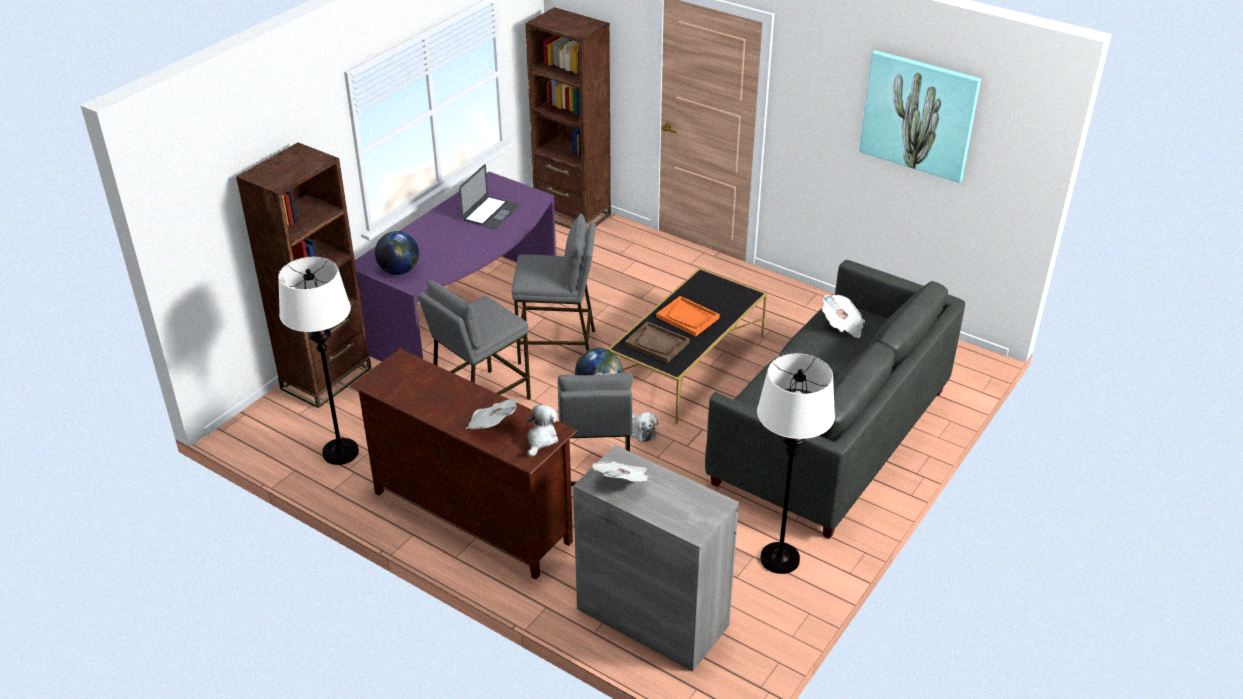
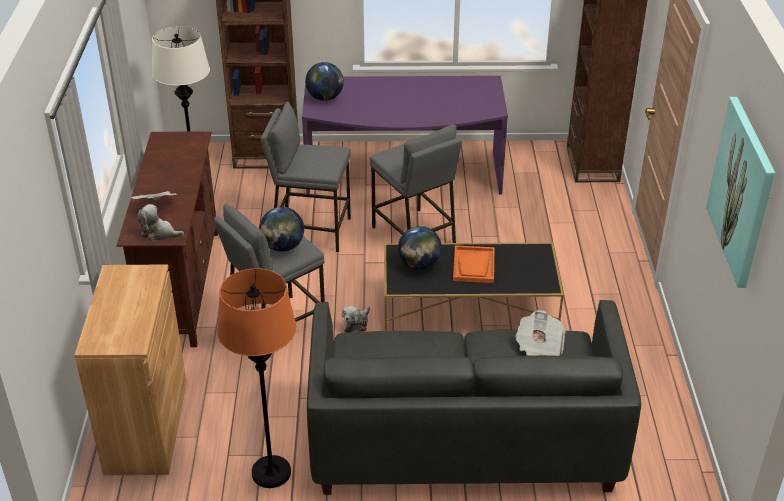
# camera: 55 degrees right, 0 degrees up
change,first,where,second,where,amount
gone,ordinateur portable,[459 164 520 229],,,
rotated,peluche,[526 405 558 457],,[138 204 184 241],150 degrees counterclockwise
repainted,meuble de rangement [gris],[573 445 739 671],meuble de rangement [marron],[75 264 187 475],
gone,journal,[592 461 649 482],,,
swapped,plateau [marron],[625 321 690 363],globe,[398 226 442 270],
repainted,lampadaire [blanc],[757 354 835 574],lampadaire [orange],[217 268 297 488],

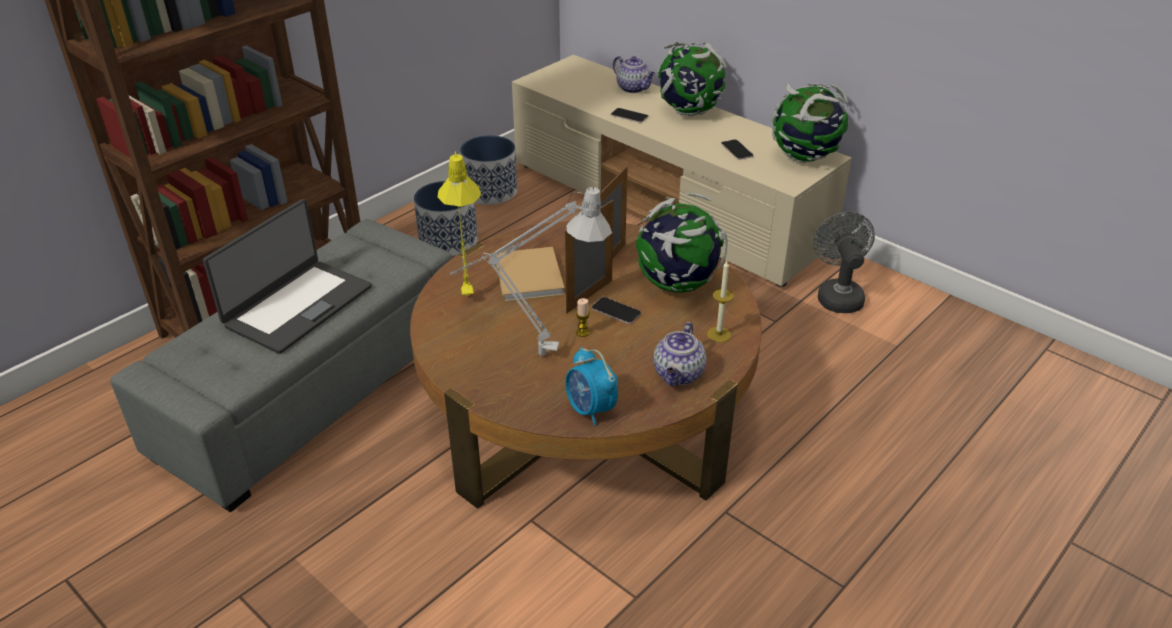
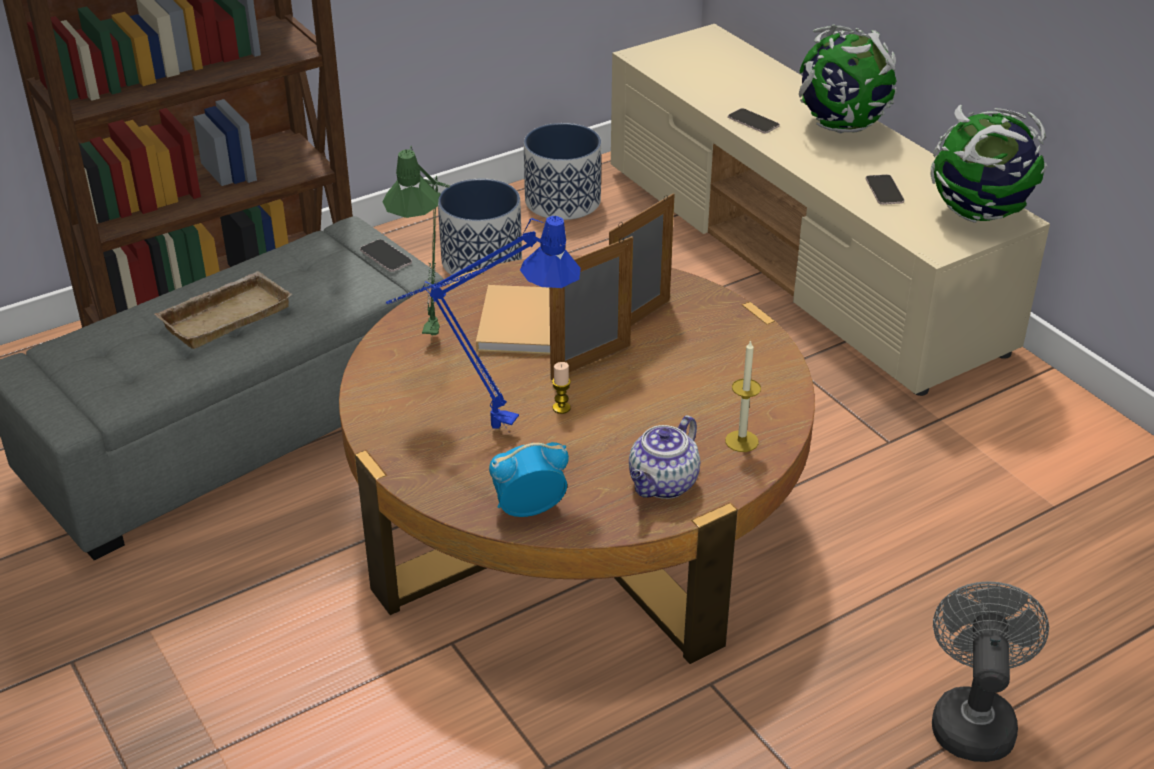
# camera: 15 degrees right, 0 degrees up
change,first,where,second,where,amount
swapped,ordinateur portable,[203 199 372 354],plateau [beige],[154 271 292 349],
repainted,lampe de table [jaune],[438 151 481 295],lampe de table [vert],[382 146 450 335],
repainted,lampe de table [gris],[450 187 612 356],lampe de table [bleu],[386 216 581 430],
rotated,réveil,[565 347 618 426],,[489 442 569 517],90 degrees clockwise
shifted,téléphone,[592 297 641 324],,[360 239 412 272],
gone,théière,[613 56 655 93],,,
gone,globe,[636 193 727 293],,,
shifted,ventilateur [gris],[813 212 875 313],,[932 581 1049 762],

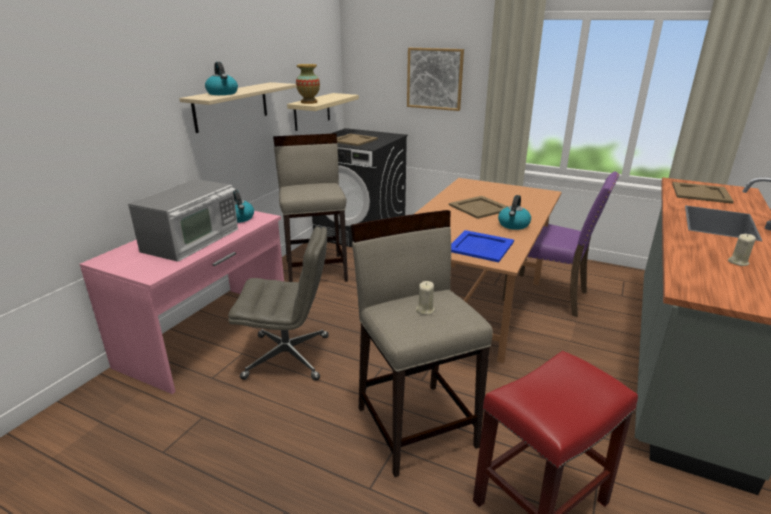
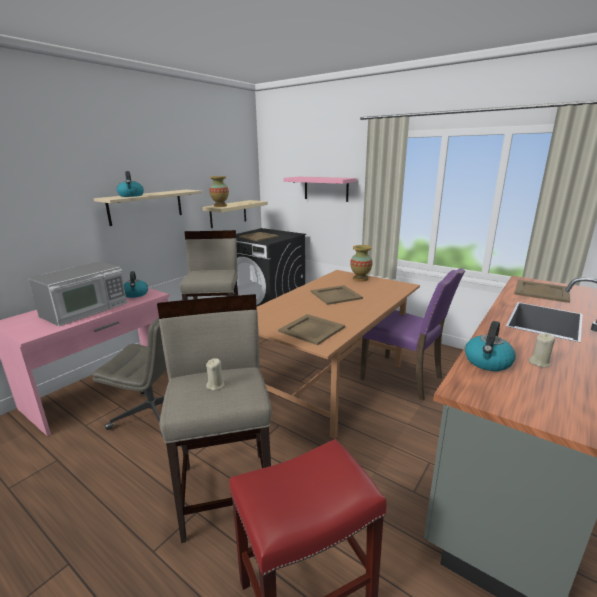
# camera: 10 degrees right, 5 degrees down
change,first,where,second,where,amount
swapped,tableau,[407 48 464 111],étagère [rose],[284 177 357 202],
repainted,plateau [bleu],[451 230 514 262],plateau [beige],[278 314 345 345],
shifted,bouilloire,[498 195 531 230],,[465 321 516 371],
new,,,vase,[350 245 373 281],

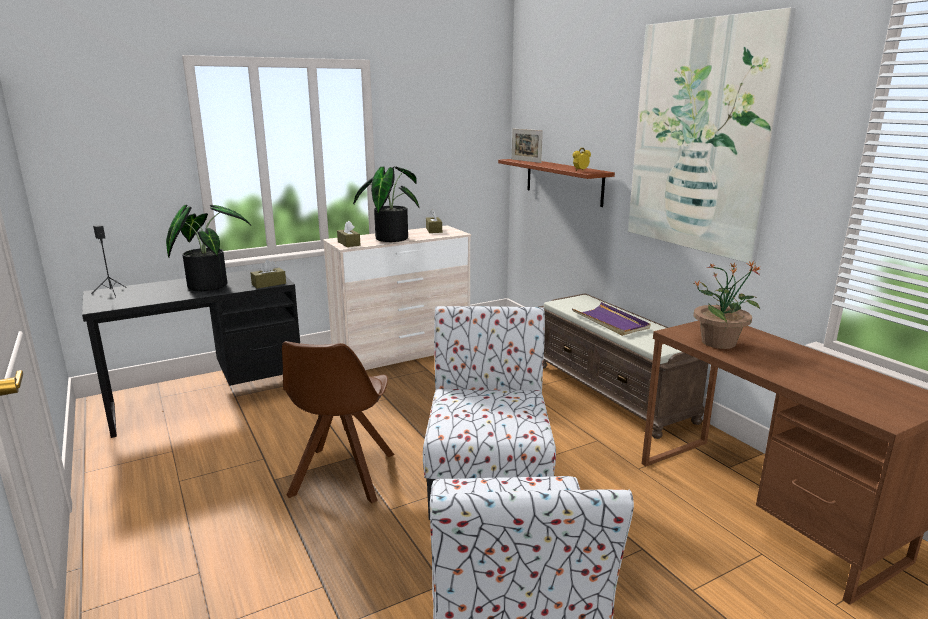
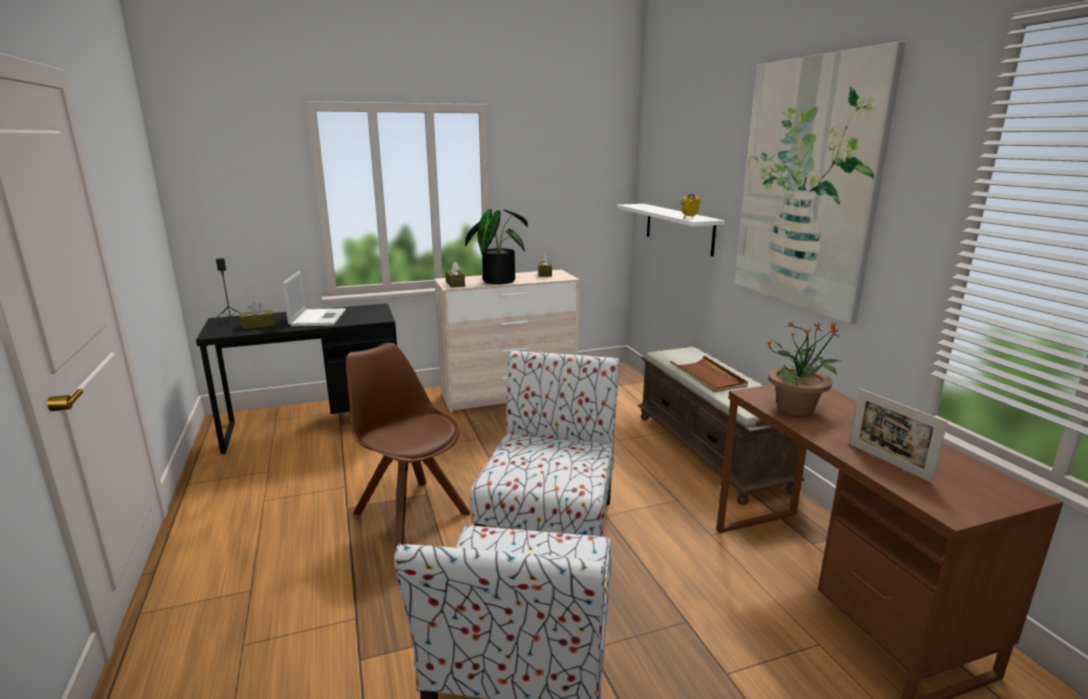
# camera: 10 degrees right, 0 degrees up
change,first,where,second,where,amount
swapped,plante en pot,[166 204 251 291],ordinateur portable,[282 271 346 327],
shifted,boîte à mouchoirs [marron],[250 260 286 289],,[240 301 275 329],
rotated,chaise [marron],[282 341 394 503],,[346 343 470 550],120 degrees clockwise
repainted,étagère [marron],[498 159 615 207],étagère [blanc],[617 204 725 256],
shifted,cadre photo,[512 128 543 163],,[849 388 947 483],
repainted,plateau [violet],[572 302 650 336],plateau [marron],[670 356 748 393],

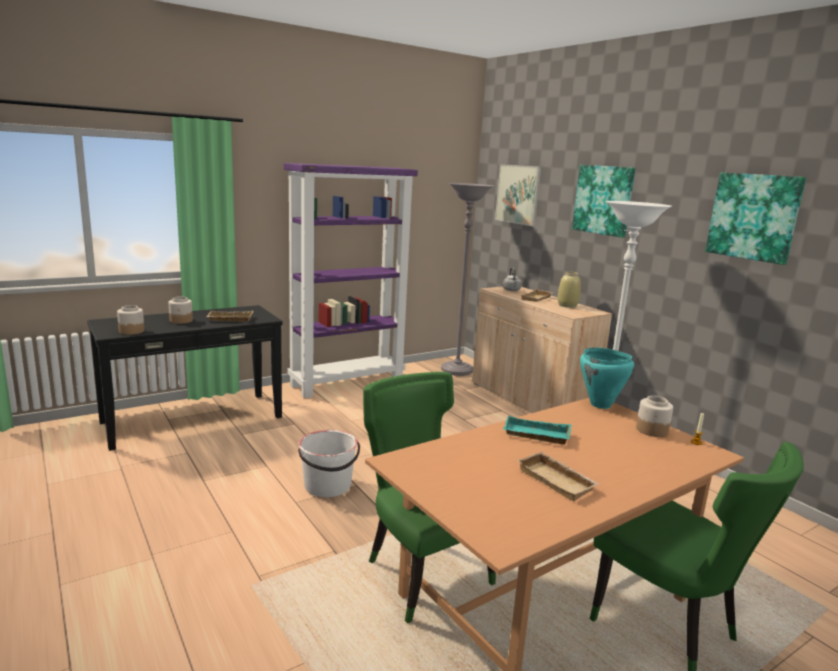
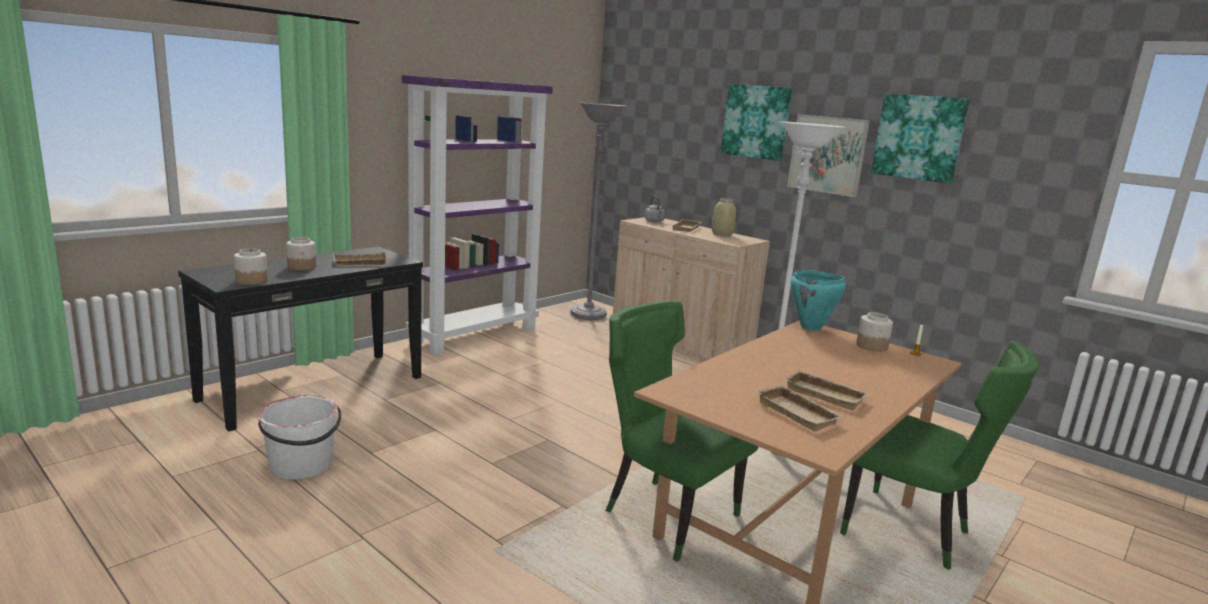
# camera: 15 degrees left, 0 degrees up
change,first,where,second,where,amount
shifted,seau [blanc],[298 430 360 497],,[258 396 341 480],
shifted,tableau,[495 164 541 226],,[787 114 870 197],
gone,plateau [turquoise],[503 416 571 445],,,
new,,,plateau [beige],[757 385 844 432],

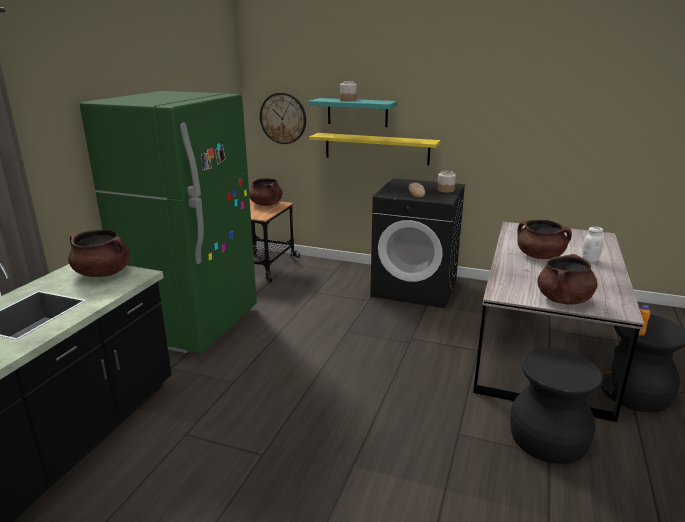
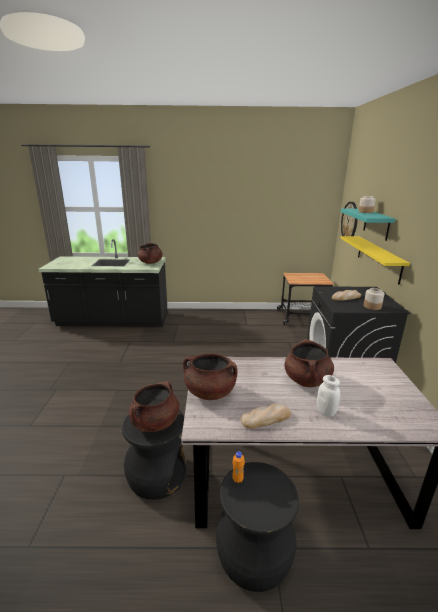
# camera: 70 degrees right, 0 degrees up
change,first,where,second,where,amount
gone,réfrigérateur [vert],[80 91 257 354],,,
shifted,marmite [marron],[249 178 282 206],,[129 381 179 432],
new,,,pain,[241 404 291 429],

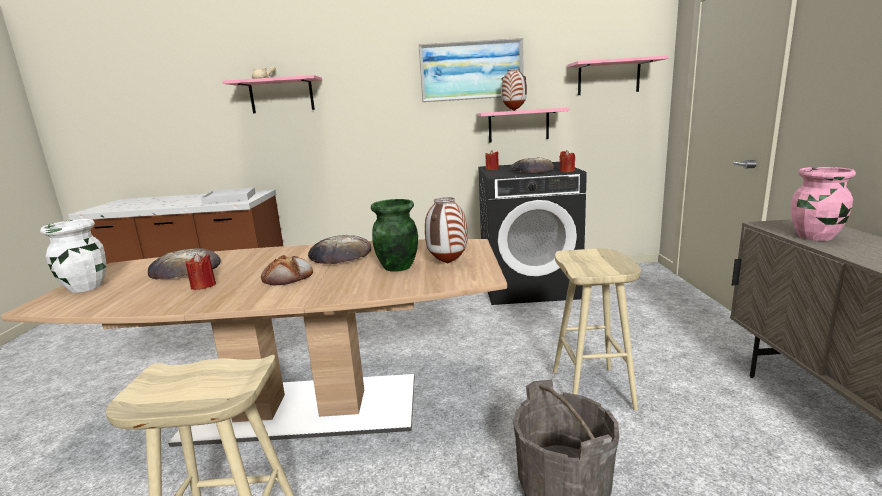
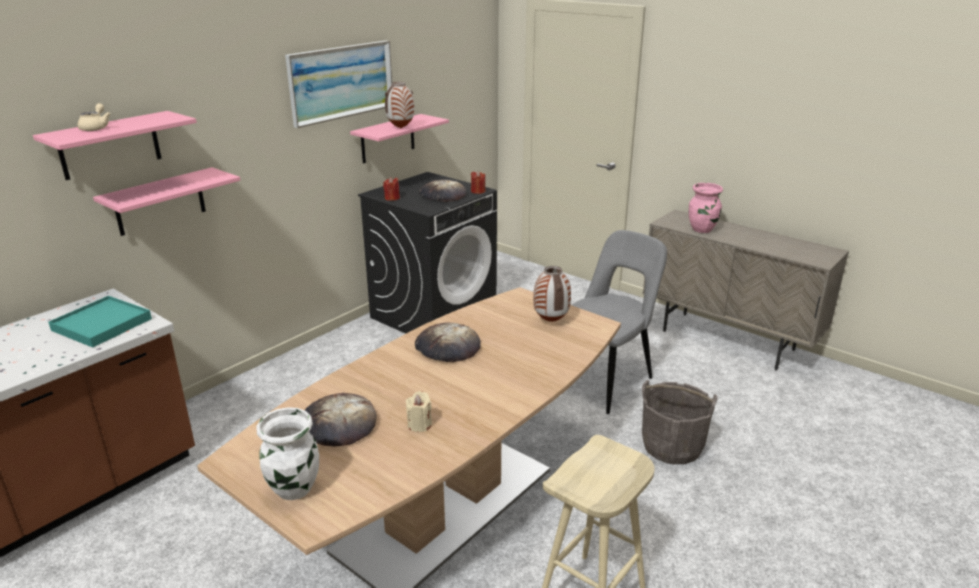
# camera: 50 degrees left, 10 degrees up
change,first,where,second,where,amount
repainted,bougie [rouge],[185 253 216 290],bougie [beige],[406 391 432 432],
repainted,plateau [blanc],[201 187 255 204],plateau [turquoise],[48 296 152 347],
gone,pain,[261 255 313 285],,,
gone,vase [vert],[371 199 418 272],,,
swapped,tabouret [beige],[553 248 641 410],chaise [gris],[572 230 667 414],
shifted,étagère [rose],[567 55 669 95],,[93 167 240 236],

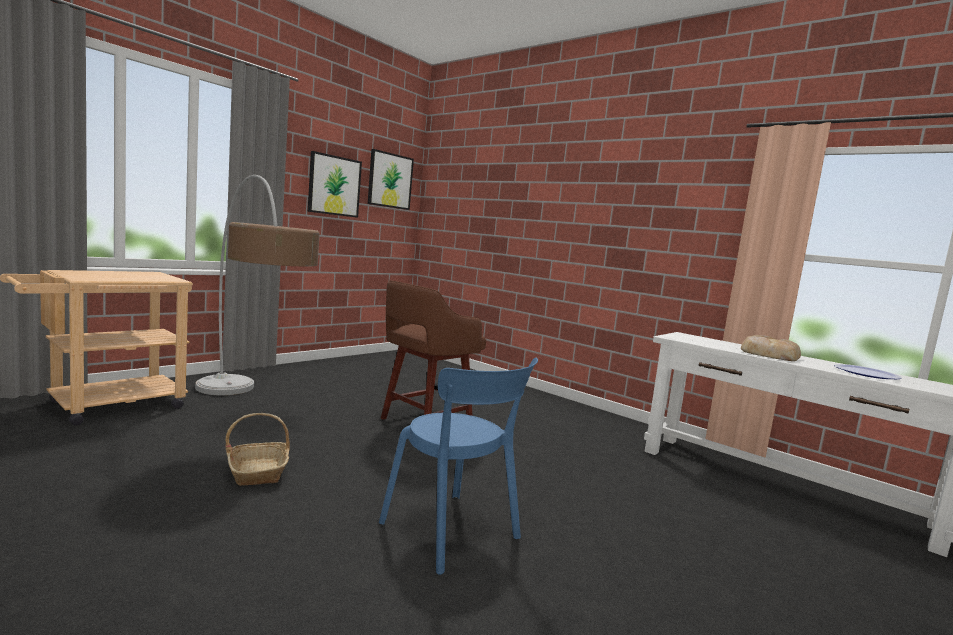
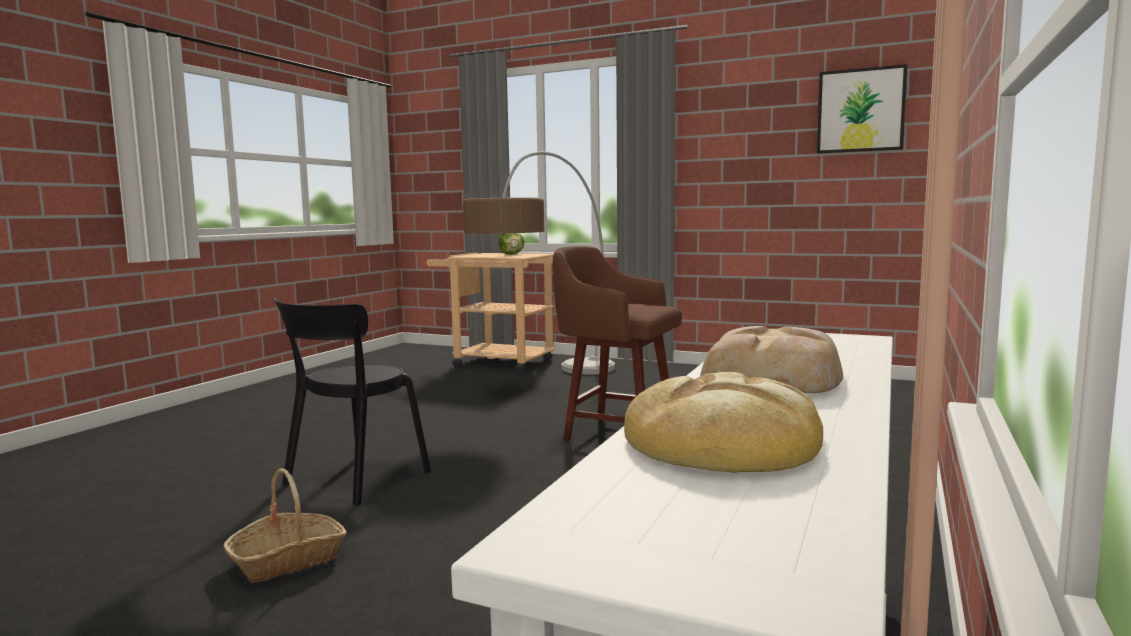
# camera: 75 degrees right, 0 degrees up
change,first,where,second,where,amount
shifted,panier,[225 413 290 486],,[224 469 347 583],
gone,tableau,[308 151 362 218],,,
repainted,chaise [bleu],[379 358 538 575],chaise [noir],[273 298 431 506],
swapped,assiette,[834 364 902 379],pain,[624 372 823 473],
new,,,laitue,[498 233 524 255],

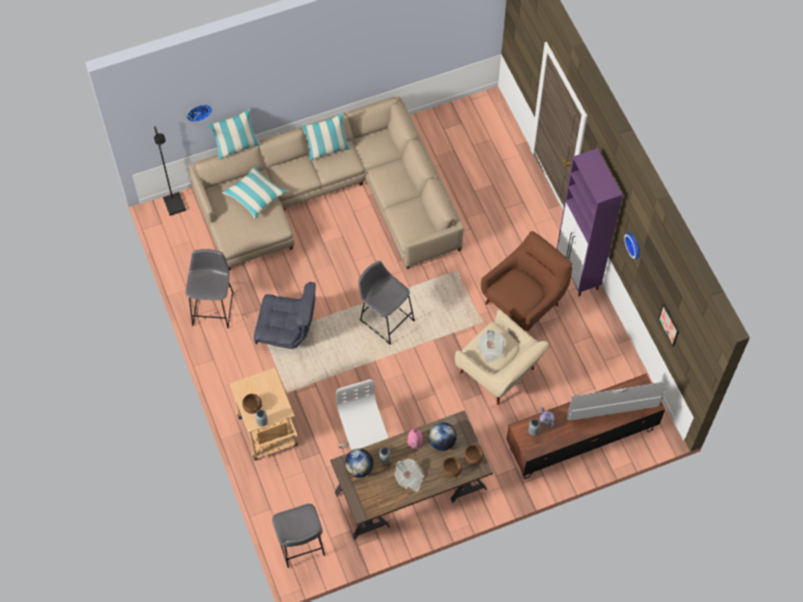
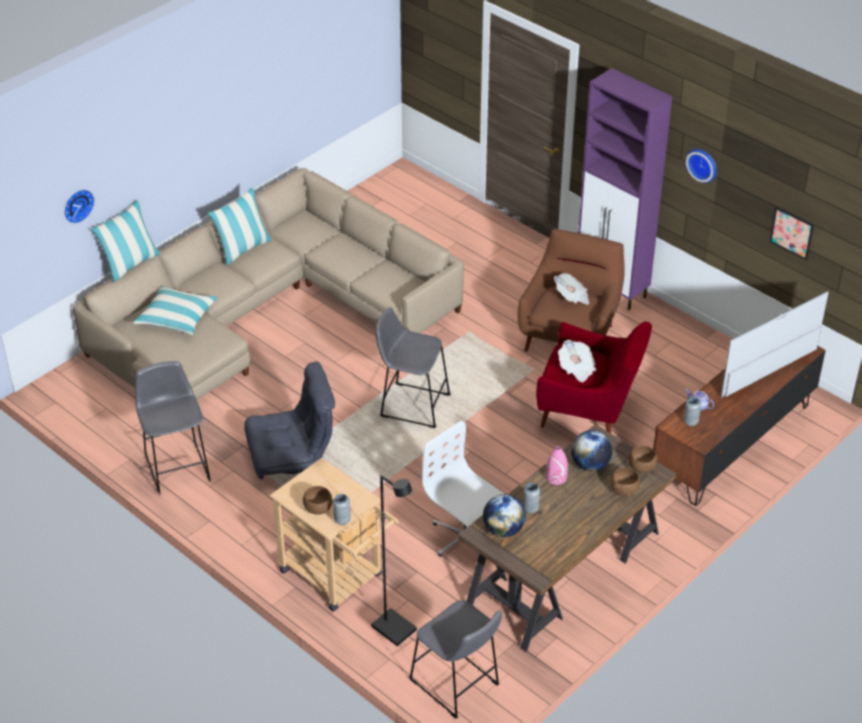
# camera: 25 degrees left, 20 degrees down
change,first,where,second,where,amount
shifted,lampadaire [noir],[154 126 186 216],,[371 475 417 646],
shifted,journal,[394 459 424 492],,[554 273 589 305],
repainted,fauteuil [beige],[455 309 549 405],fauteuil [rouge],[536 322 652 433],

